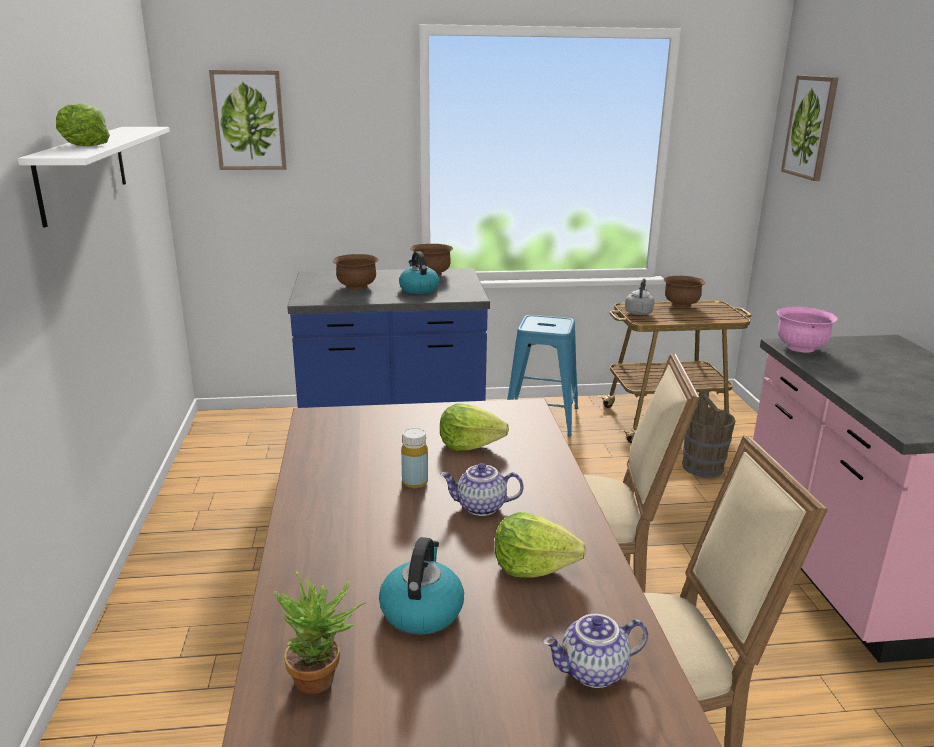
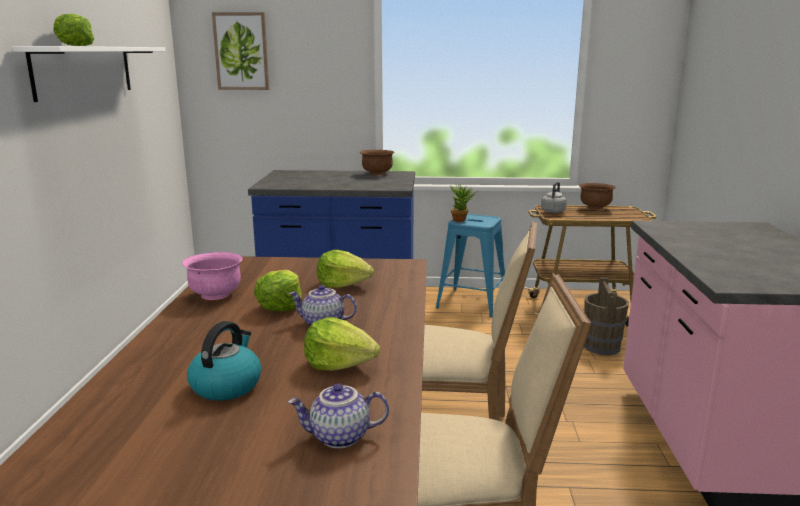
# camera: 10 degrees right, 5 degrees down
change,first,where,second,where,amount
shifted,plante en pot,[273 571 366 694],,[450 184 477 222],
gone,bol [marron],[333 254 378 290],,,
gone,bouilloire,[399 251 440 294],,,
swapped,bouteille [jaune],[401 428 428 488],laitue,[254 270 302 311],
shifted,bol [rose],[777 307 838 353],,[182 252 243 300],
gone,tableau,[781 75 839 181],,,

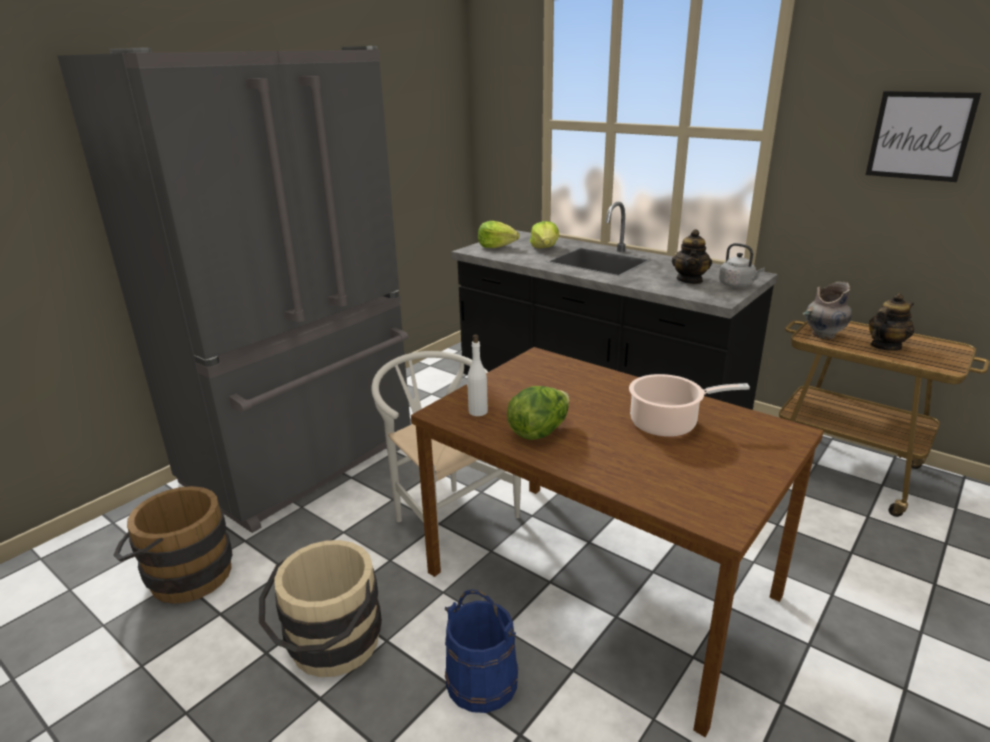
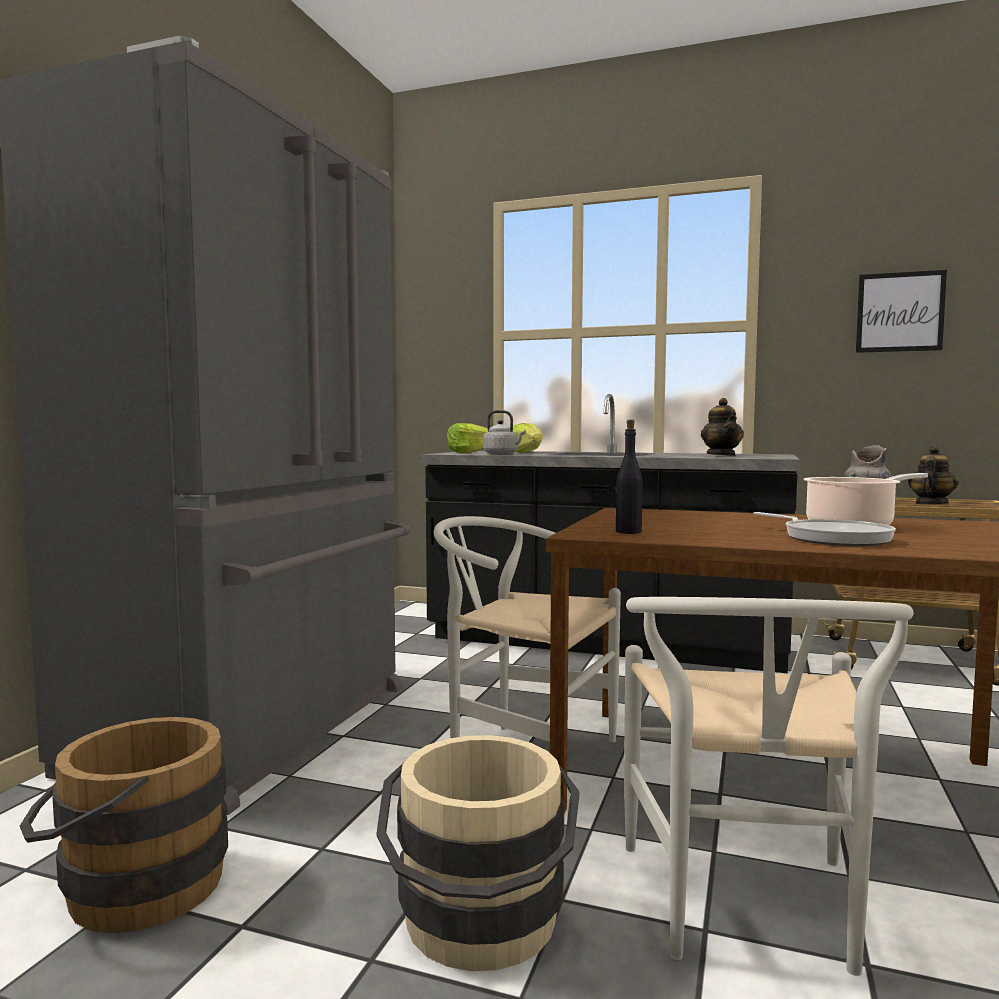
# camera: 20 degrees left, 20 degrees down
change,first,where,second,where,amount
swapped,seau [bleu],[445 589 518 713],chaise [blanc],[624 597 914 976],
repainted,bouteille [blanc],[467 335 488 416],bouteille [noir],[615 420 643 534],
gone,laitue,[507 386 570 440],,,
shifted,bouilloire [gris],[719 243 765 288],,[483 410 526 455],
new,,,poêle,[753 512 896 546],

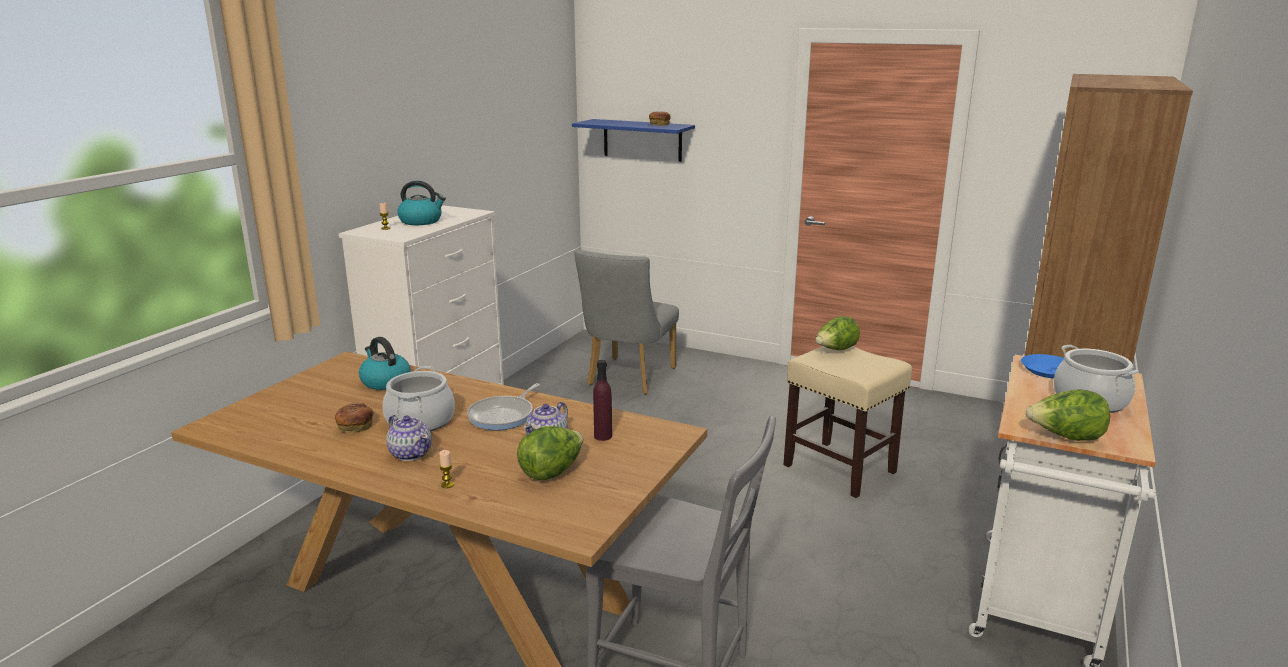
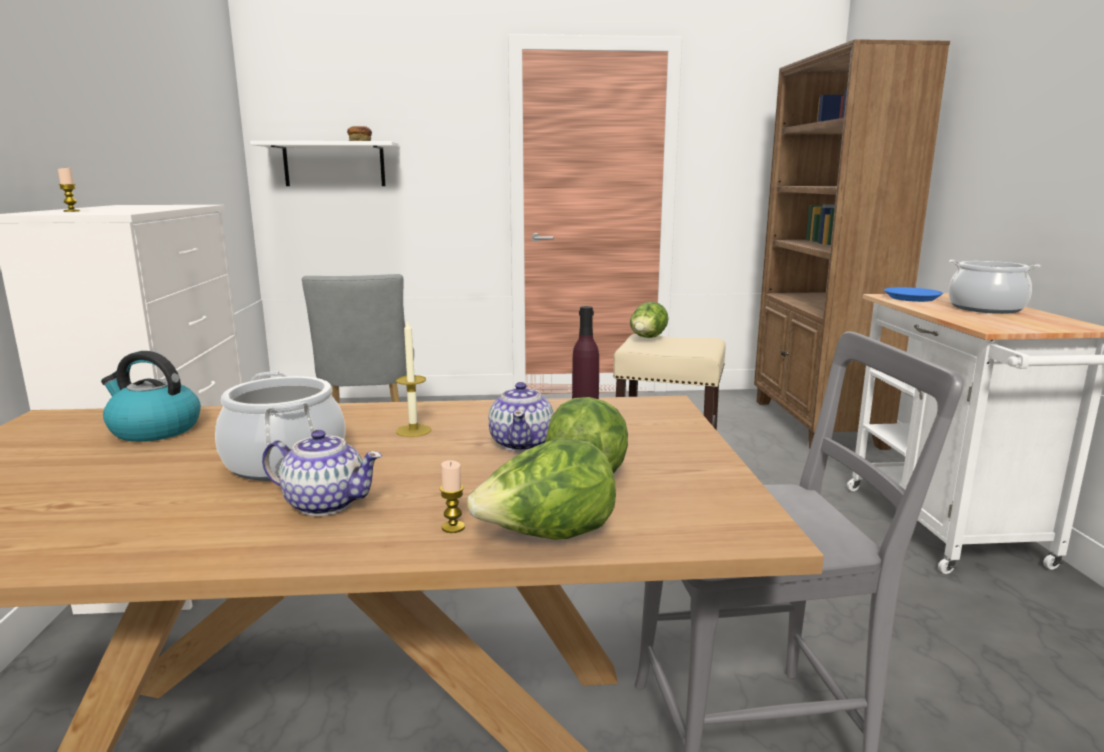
# camera: 30 degrees left, 5 degrees down
change,first,where,second,where,amount
gone,pain,[335 402 373 433],,,
gone,bouilloire,[397 181 446 225],,,
swapped,poêle,[467 383 540 430],bougie,[396 319 431 437],
repainted,étagère [bleu],[572 119 695 162],étagère [blanc],[250 141 399 186],
shifted,laitue,[1026 389 1110 441],,[467 439 616 540],

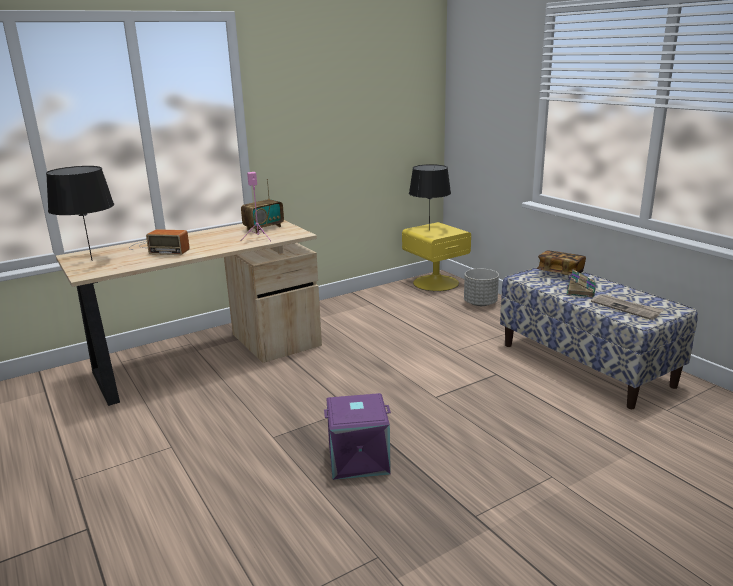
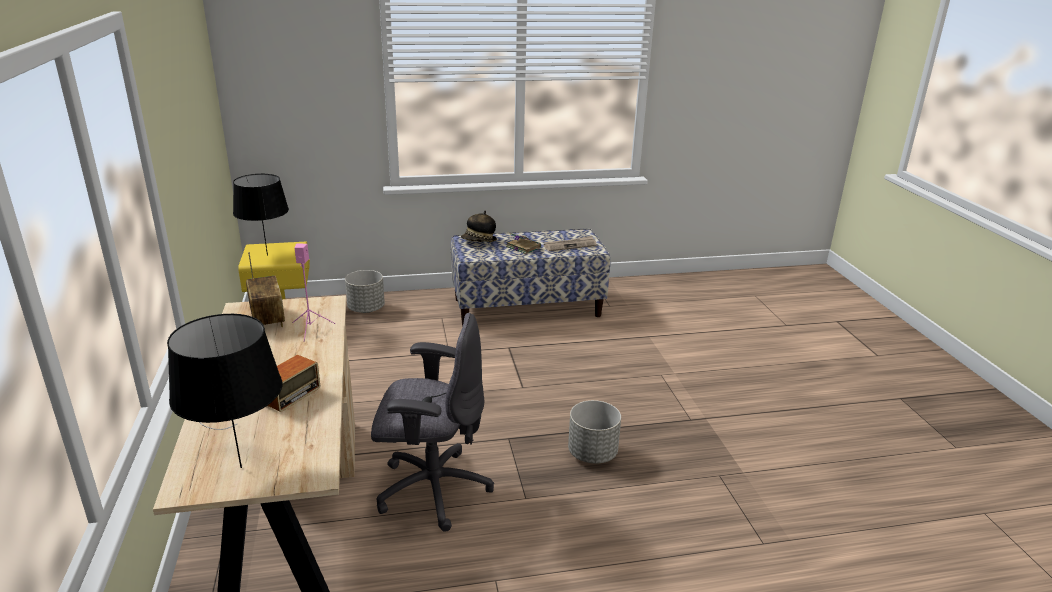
# camera: 70 degrees left, 5 degrees up
change,first,where,second,where,amount
swapped,boîte de rangement [violet],[324 393 391 480],cache-pot [gris],[568 400 621 463],
swapped,livre,[537 250 586 276],chapeau,[461 210 497 242],
new,,,chaise de bureau [gris],[371 313 494 532],

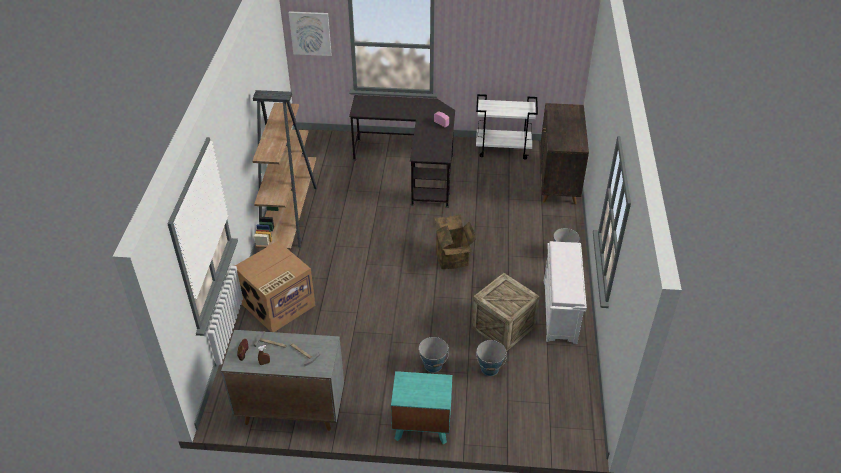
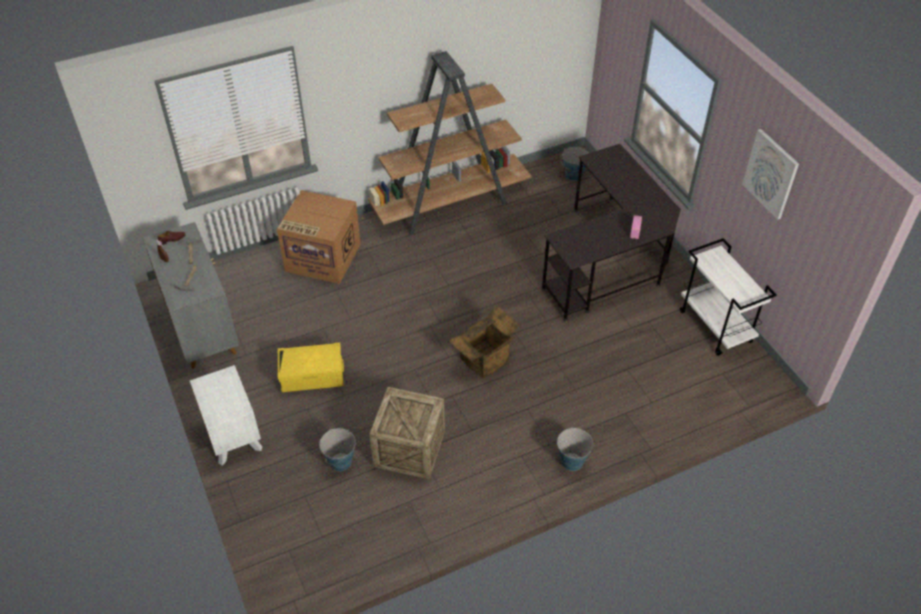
# camera: 60 degrees right, 5 degrees up
change,first,where,second,where,amount
shifted,tableau,[289 11 332 56],,[742 129 799 220],
repainted,table de chevet [turquoise],[391 371 452 444],table de chevet [blanc],[190 365 262 465],
shifted,seau,[419 337 449 373],,[561 147 589 181],
gone,meuble de rangement [marron],[540 103 589 204],,,
gone,banc [blanc],[544 241 587 344],,,
new,,,boîte de rangement [jaune],[278 342 344 392],

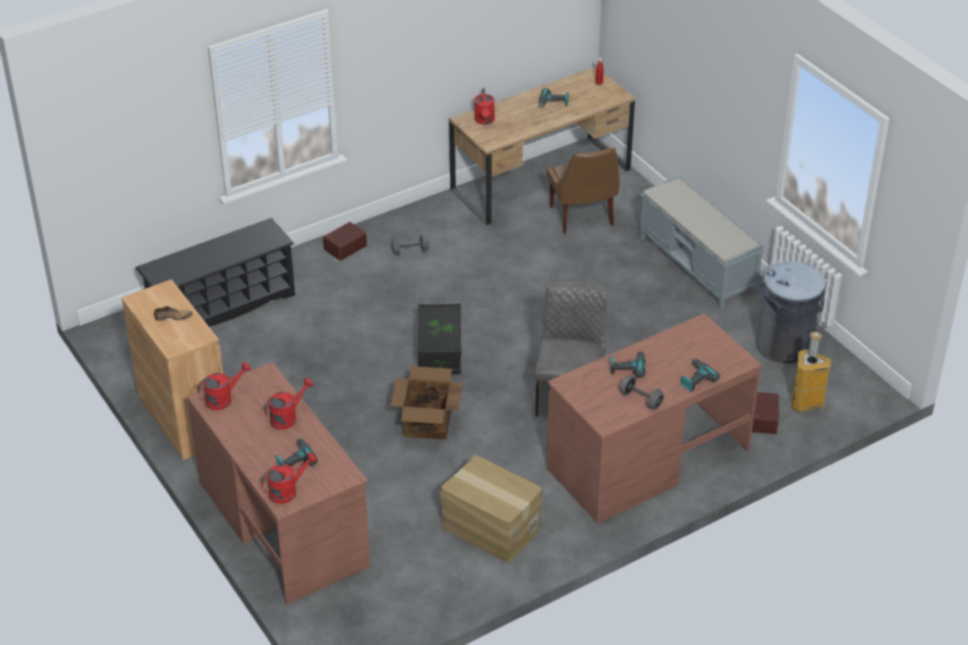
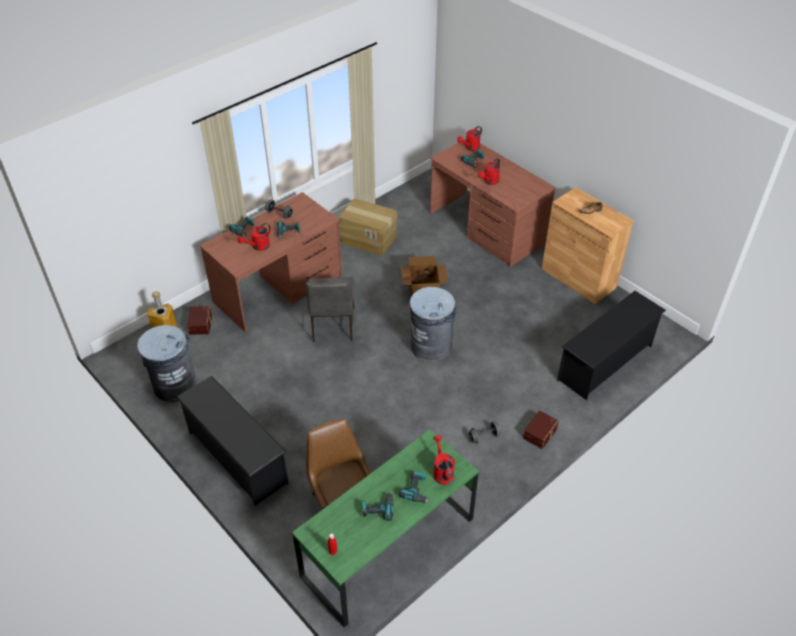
# camera: 170 degrees right, 5 degrees up
change,first,where,second,where,amount
shifted,arrosoir [rouge],[197 362 251 410],,[238 223 271 251],
swapped,boîte de rangement [noir],[418 304 462 374],poubelle [gris],[410 287 456 362],
repainted,bureau [marron],[449 67 635 225],bureau [vert],[292 429 479 628],
swapped,banc [gris],[639 176 764 309],étagère à chaussures [noir],[176 376 289 506],
new,,,perceuse,[399 471 430 503],

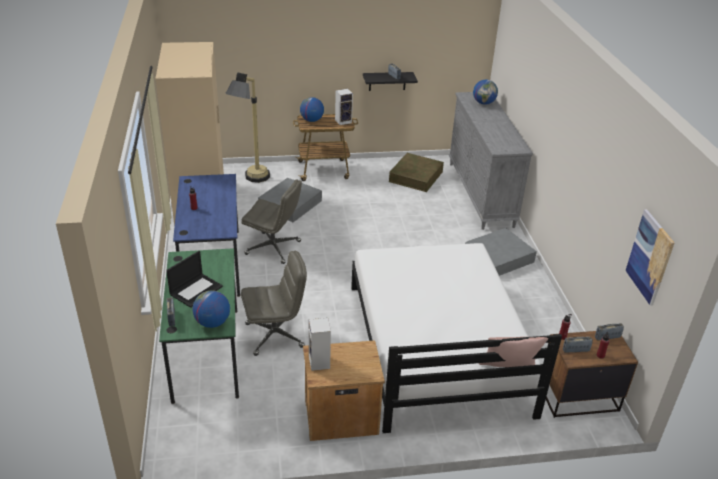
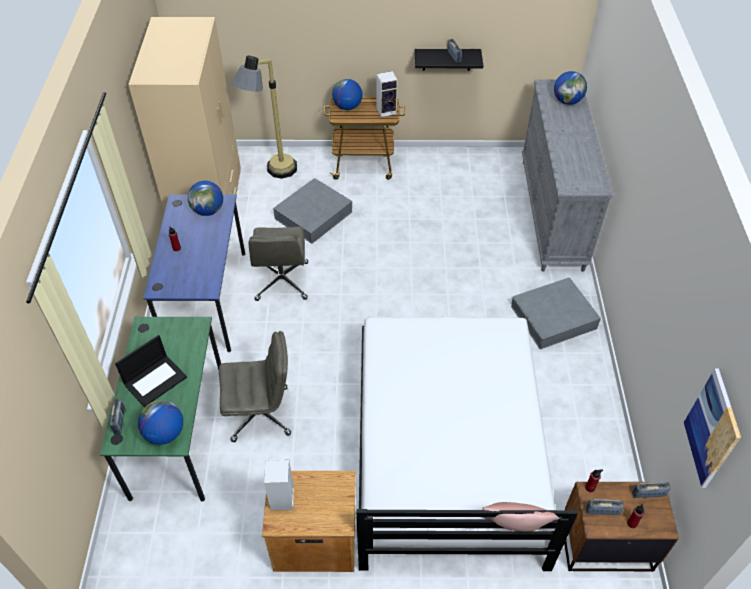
# camera: 10 degrees right, 15 degrees up
change,first,where,second,where,amount
rotated,chaise de bureau [gris],[241 179 302 264],,[249 226 308 301],60 degrees clockwise
gone,boîte de rangement [marron],[389 153 444 192],,,
new,,,globe,[188 181 223 216],

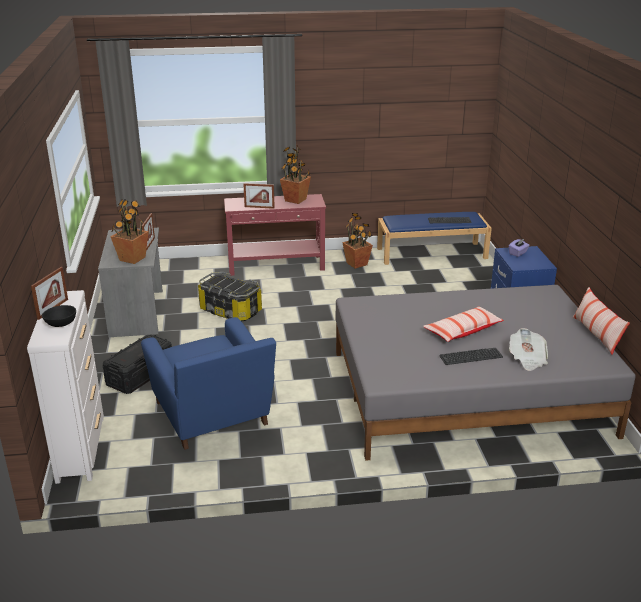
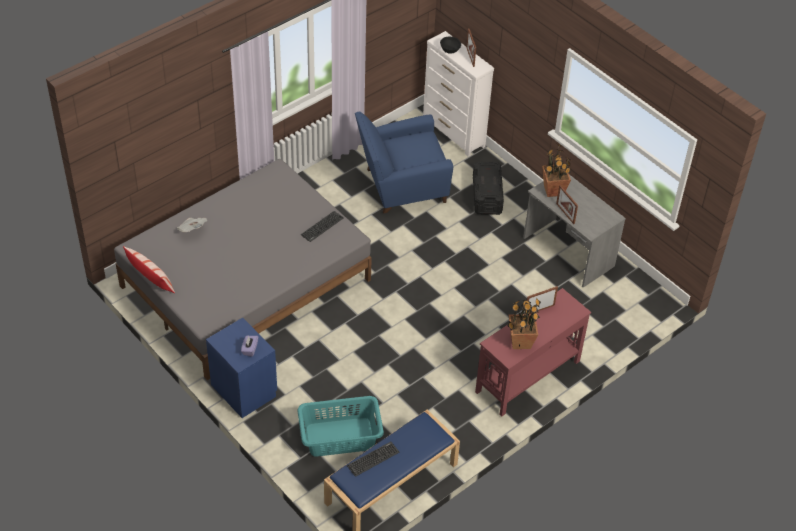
# camera: 145 degrees right, 20 degrees up
change,first,where,second,where,amount
rotated,fauteuil [bleu],[141 317 276 450],,[355 111 453 213],45 degrees counterclockwise
gone,boîte de rangement,[198 272 262 321],,,
gone,plante en pot,[342 213 373 269],,,
gone,coussin,[423 306 504 342],,,
shifted,clavier,[439 348 503 365],,[301 211 344 242],
new,,,panier à linge [turquoise],[297 396 384 457],

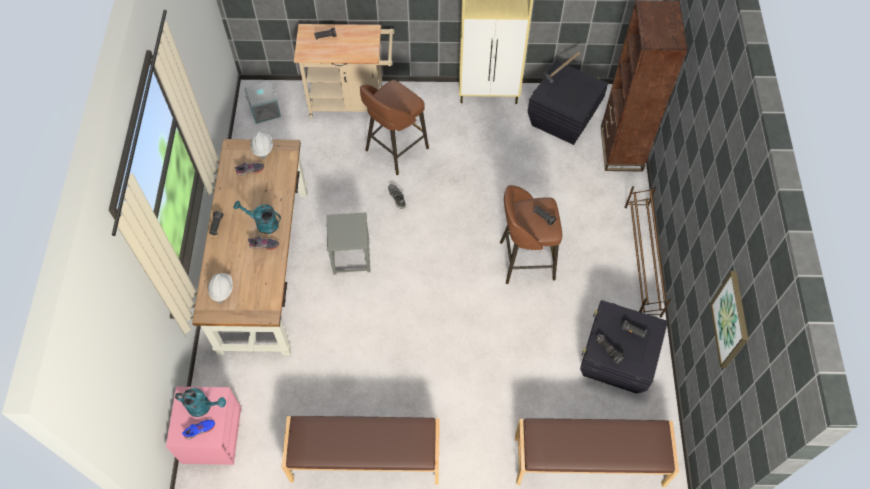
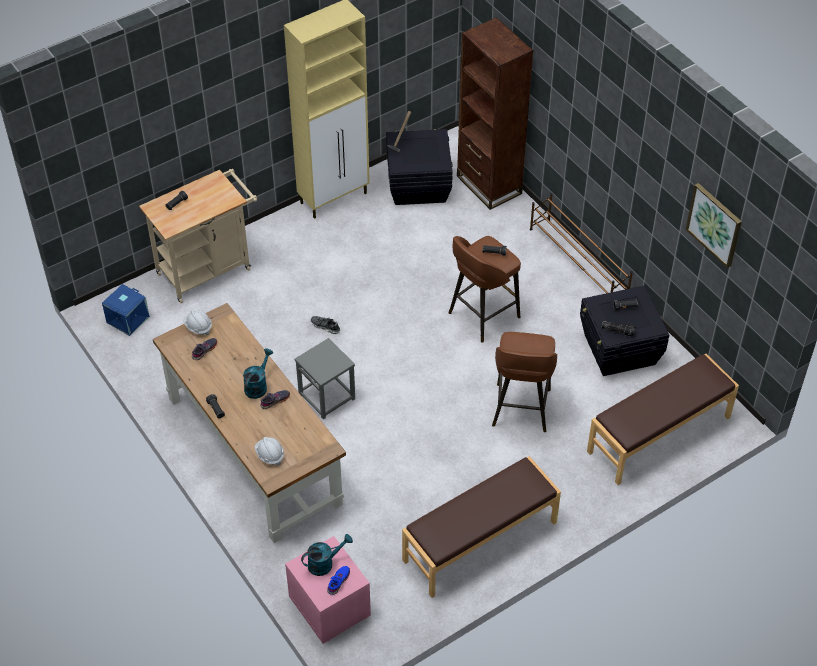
# camera: 35 degrees left, 10 degrees down
change,first,where,second,where,amount
rotated,arrosoir [turquoise],[234 201 281 234],,[243 348 273 399],135 degrees clockwise
repainted,boîte de rangement [gris],[245 81 281 124],boîte de rangement [bleu],[102 284 150 336],
shifted,tabouret [marron],[360 80 429 175],,[492 332 557 432],

